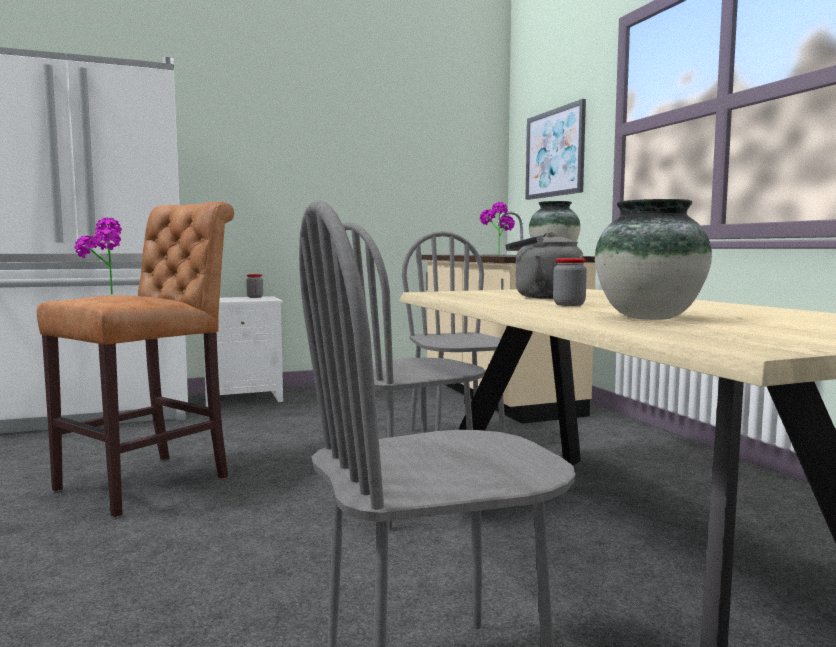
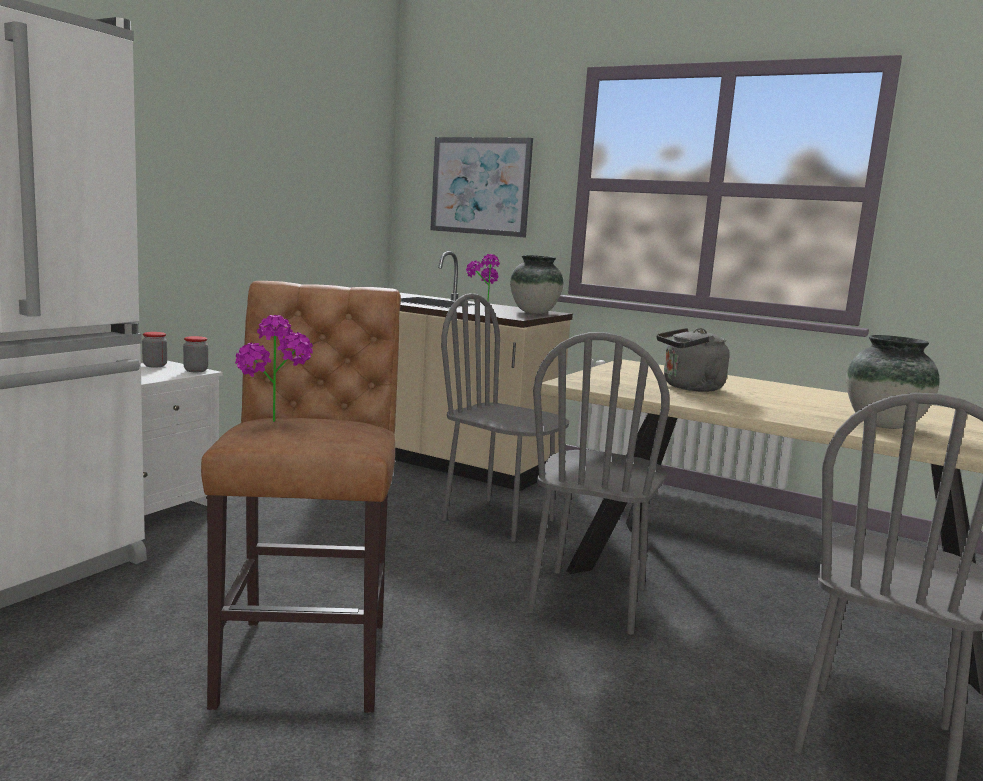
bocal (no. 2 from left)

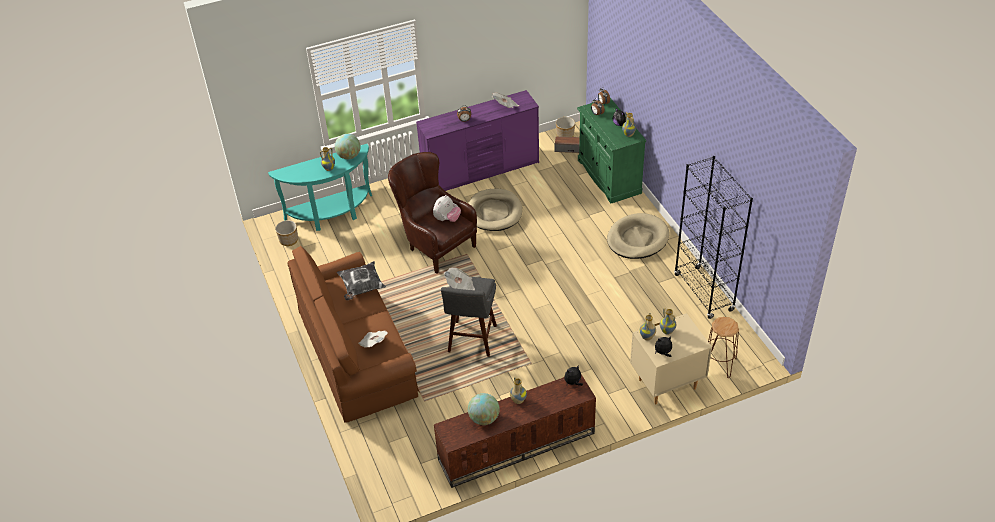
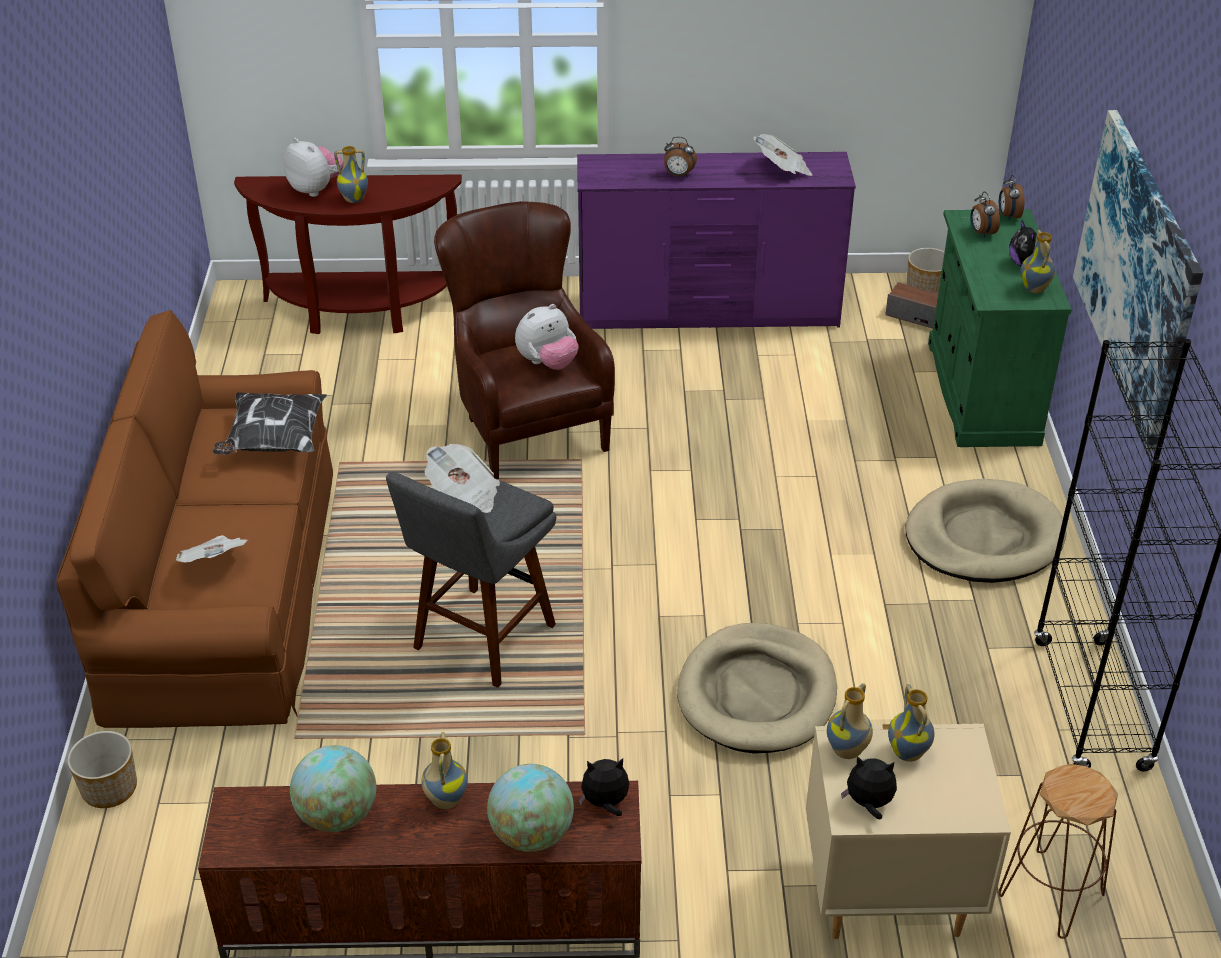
globe (no. 2 from left)
table console (marron)
panier pour chien (beige) (no. 1 from left)
cache-pot (no. 1 from left)
tableau
peluche (no. 1 from left)

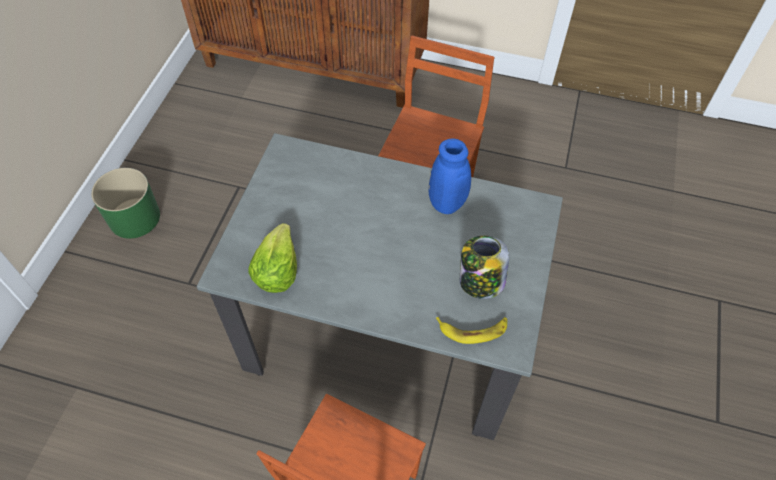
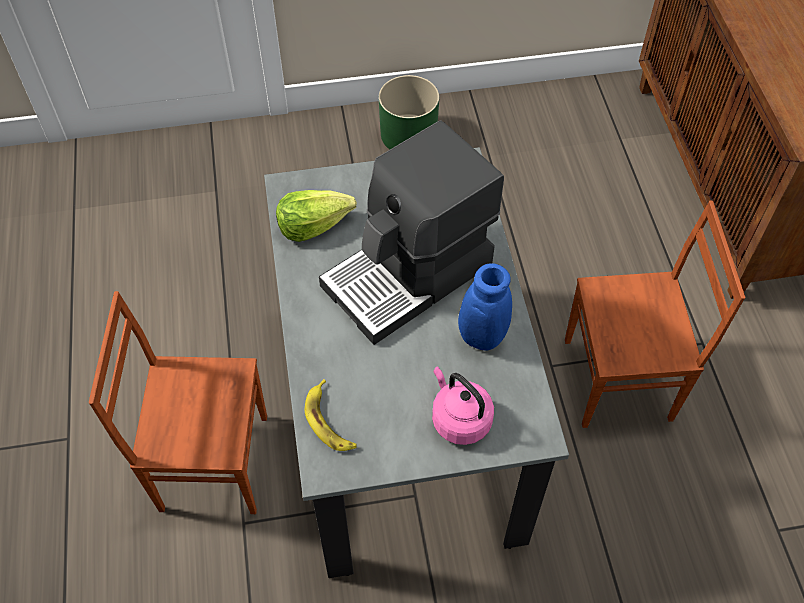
bocal
machine à café
bouilloire (rose)

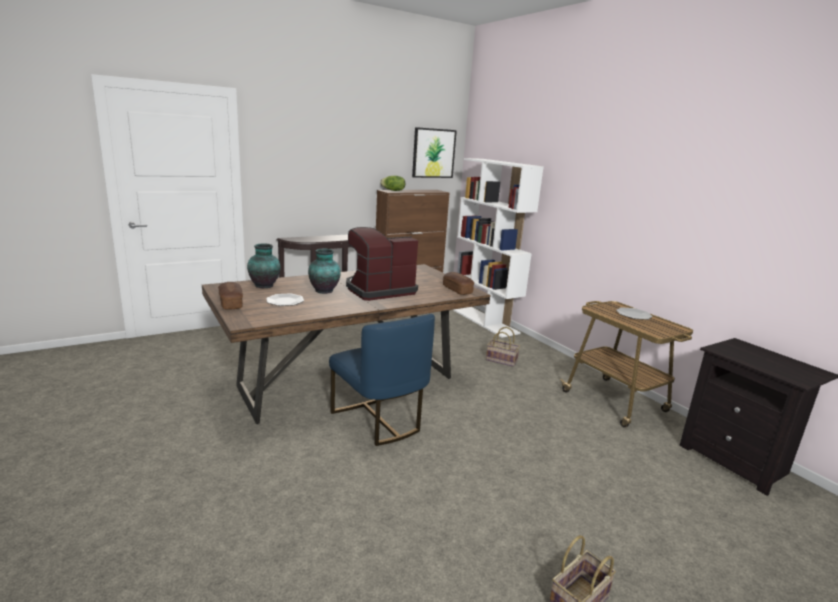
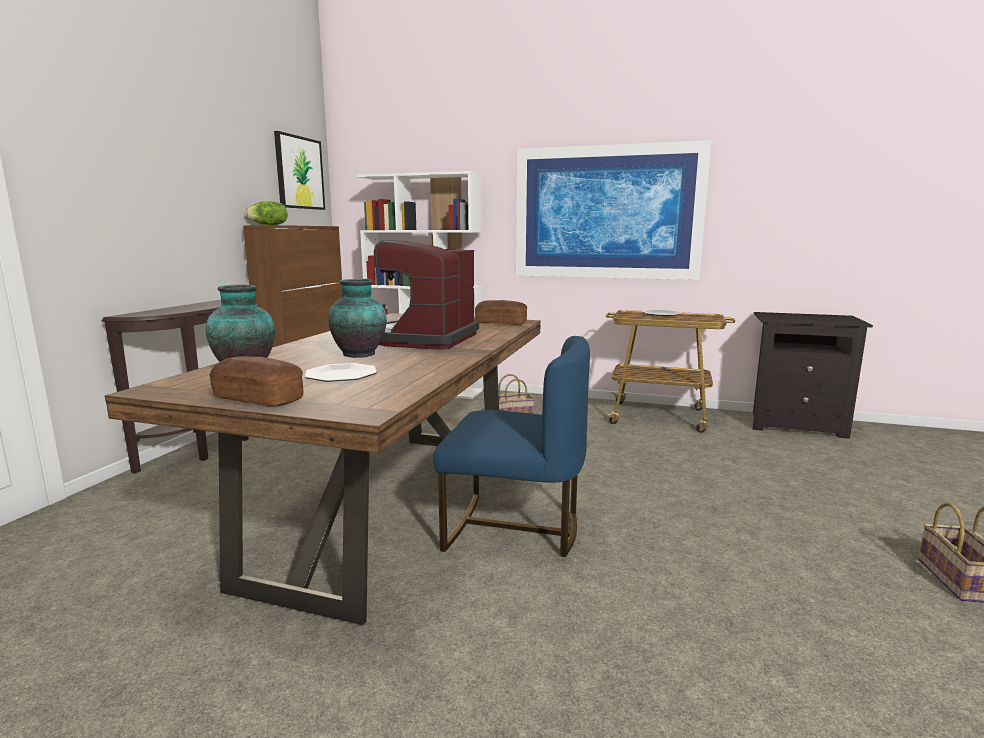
tableau (no. 2 from left)

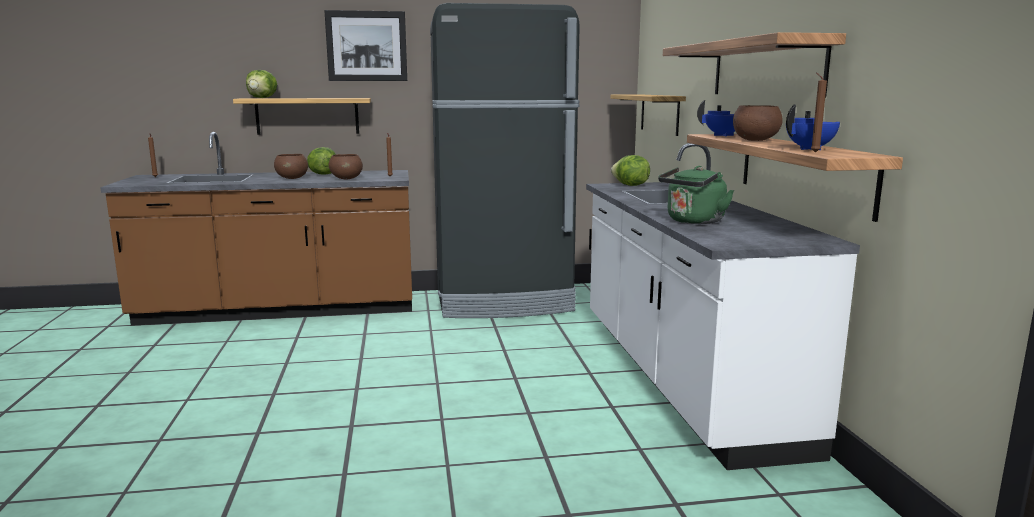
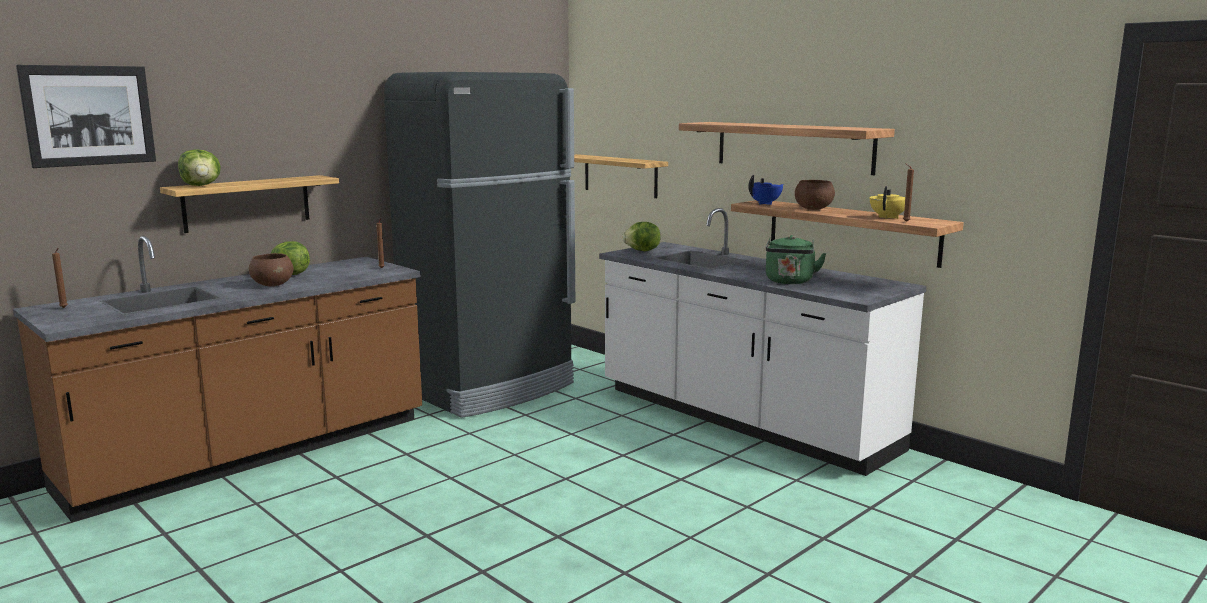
tableau
théière (jaune)
bol (marron) (no. 2 from left in the first image)

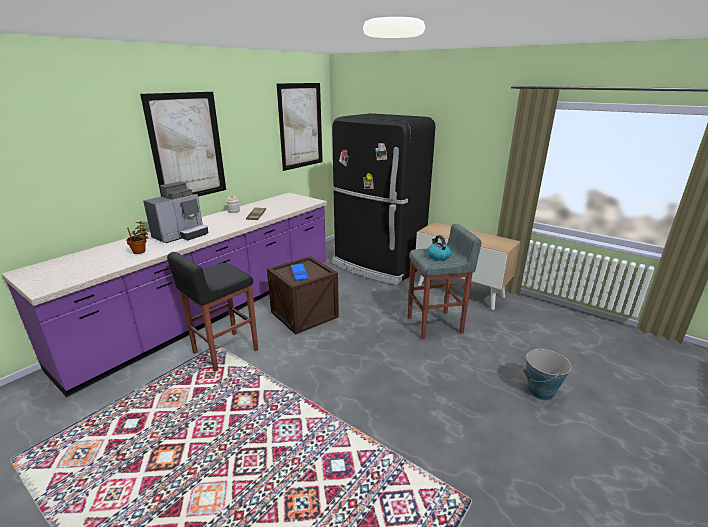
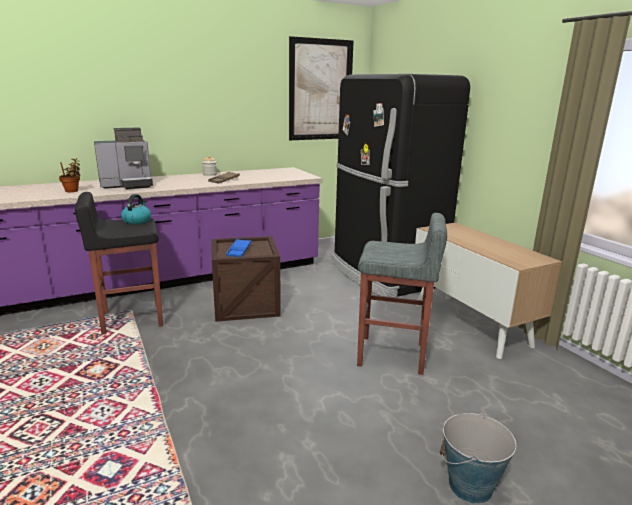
tableau (no. 1 from left in the first image)
bouilloire

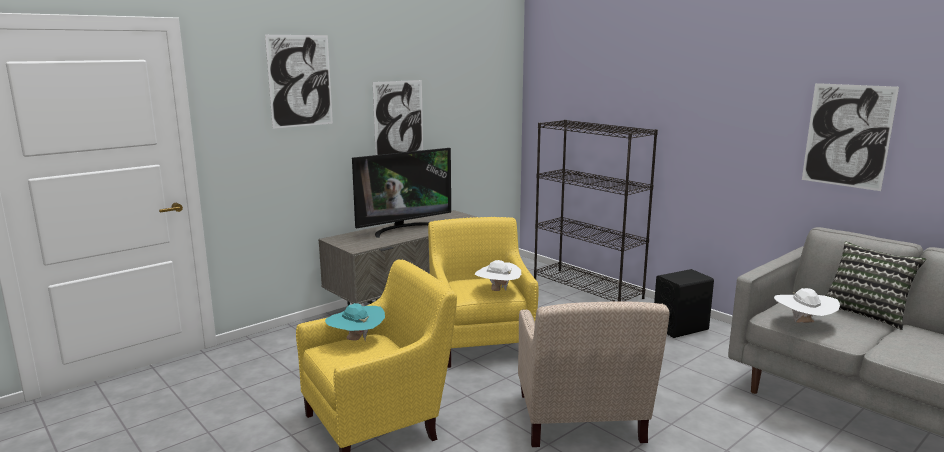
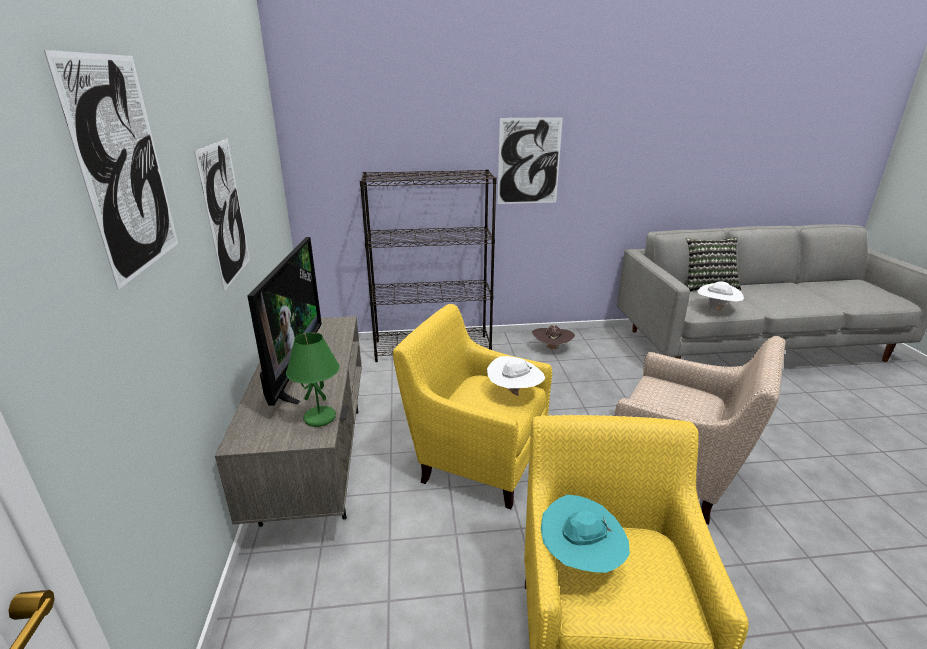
tableau (no. 3 from left)
chapeau (marron)
lampe de table (vert)

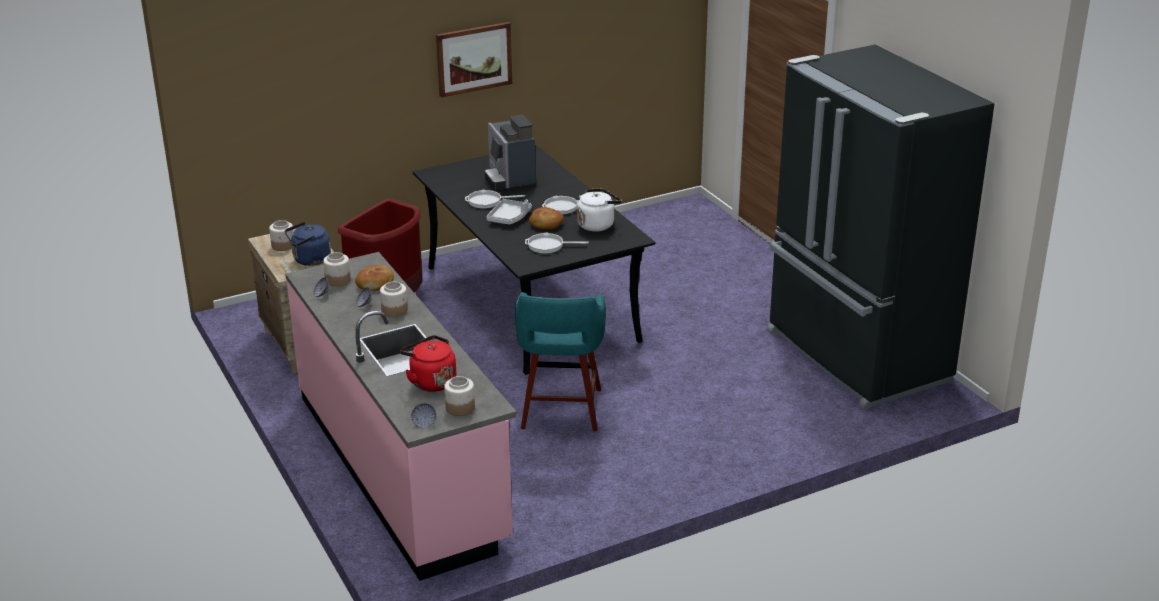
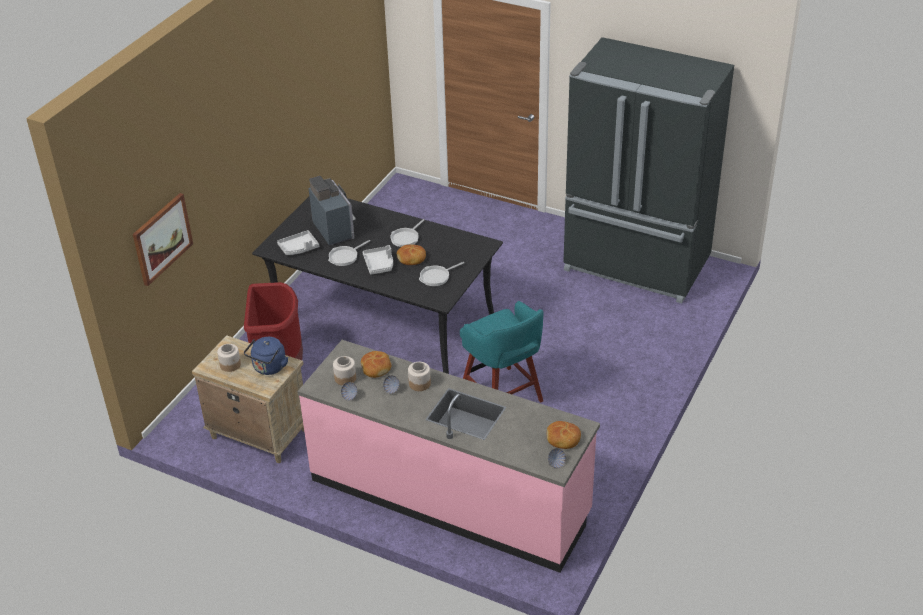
tableau
machine à café
bouilloire (blanc)
bouilloire (rouge)
pain (no. 3 from left)
plateau (gris) (no. 1 from left)

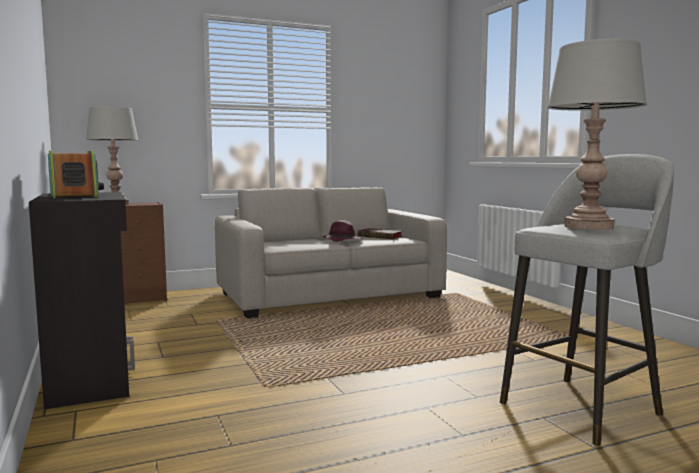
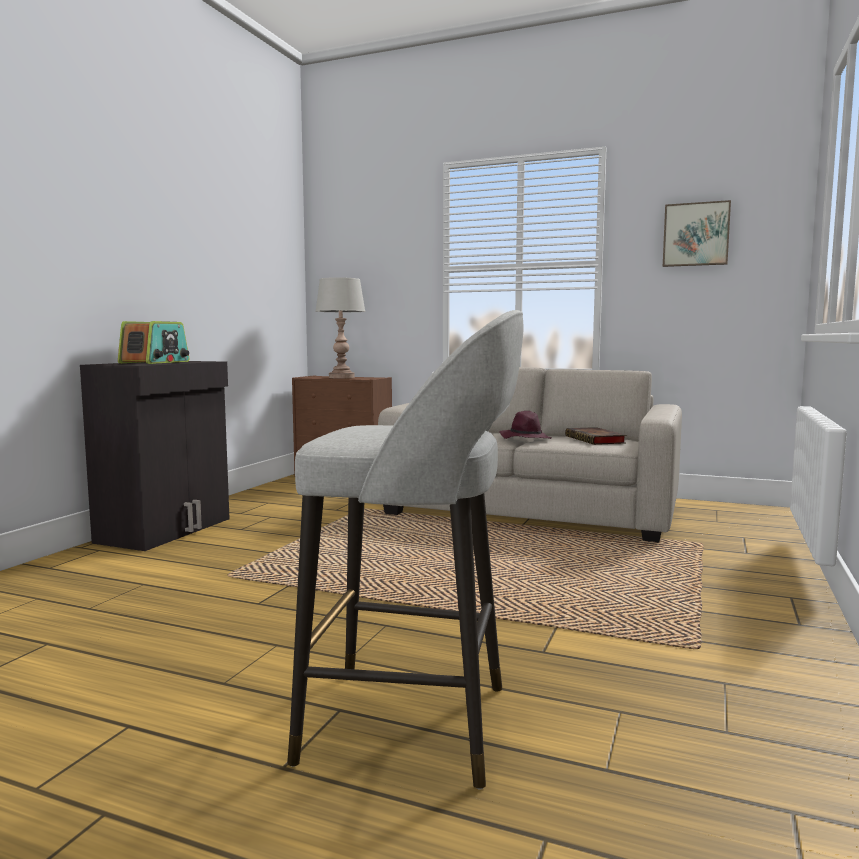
lampe de table (gris) (no. 2 from left in the first image)
tableau

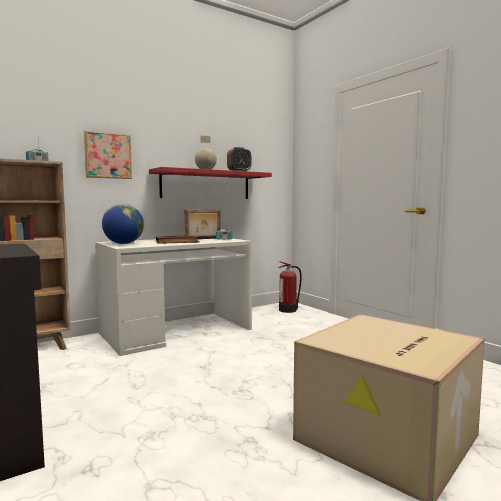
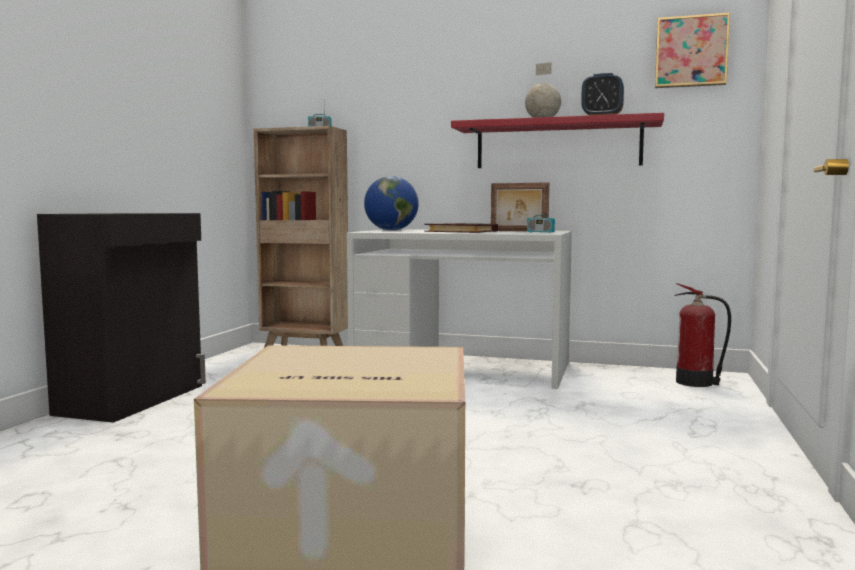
tableau

